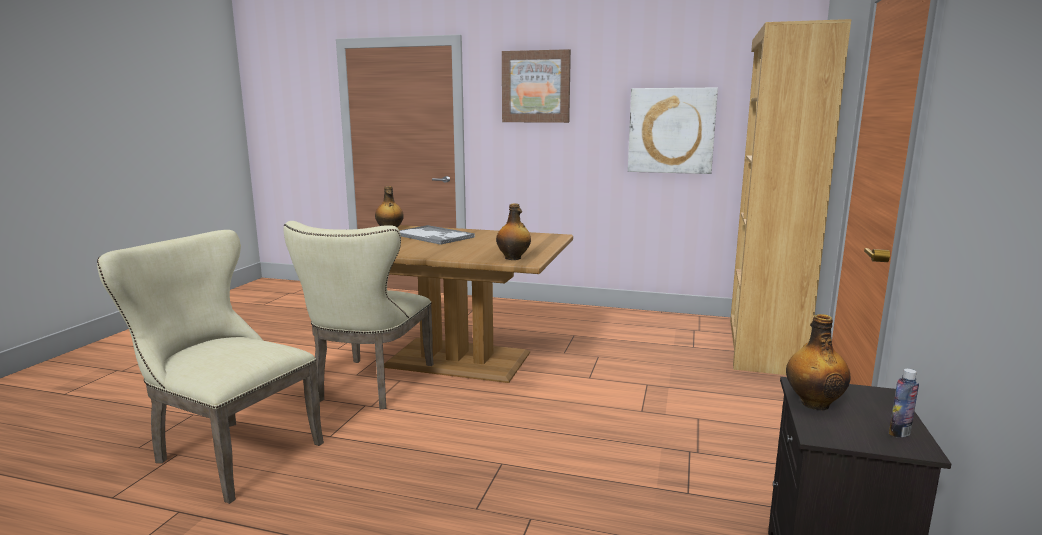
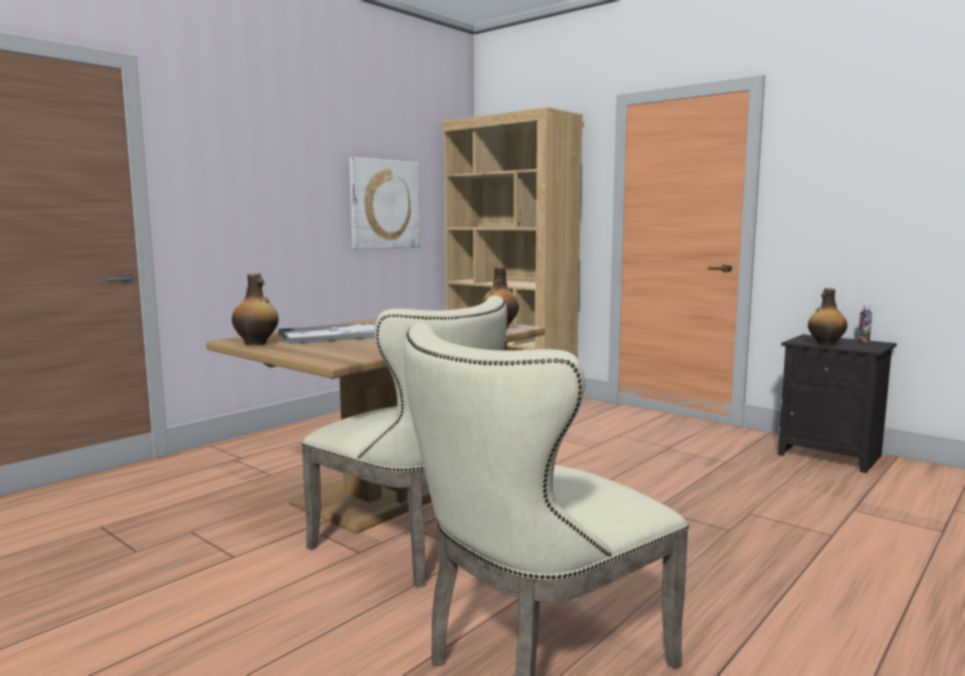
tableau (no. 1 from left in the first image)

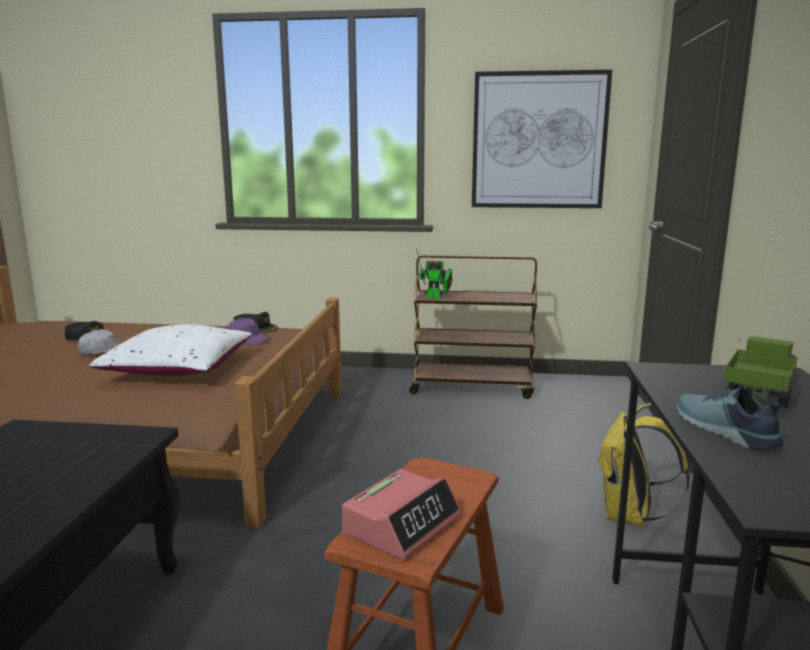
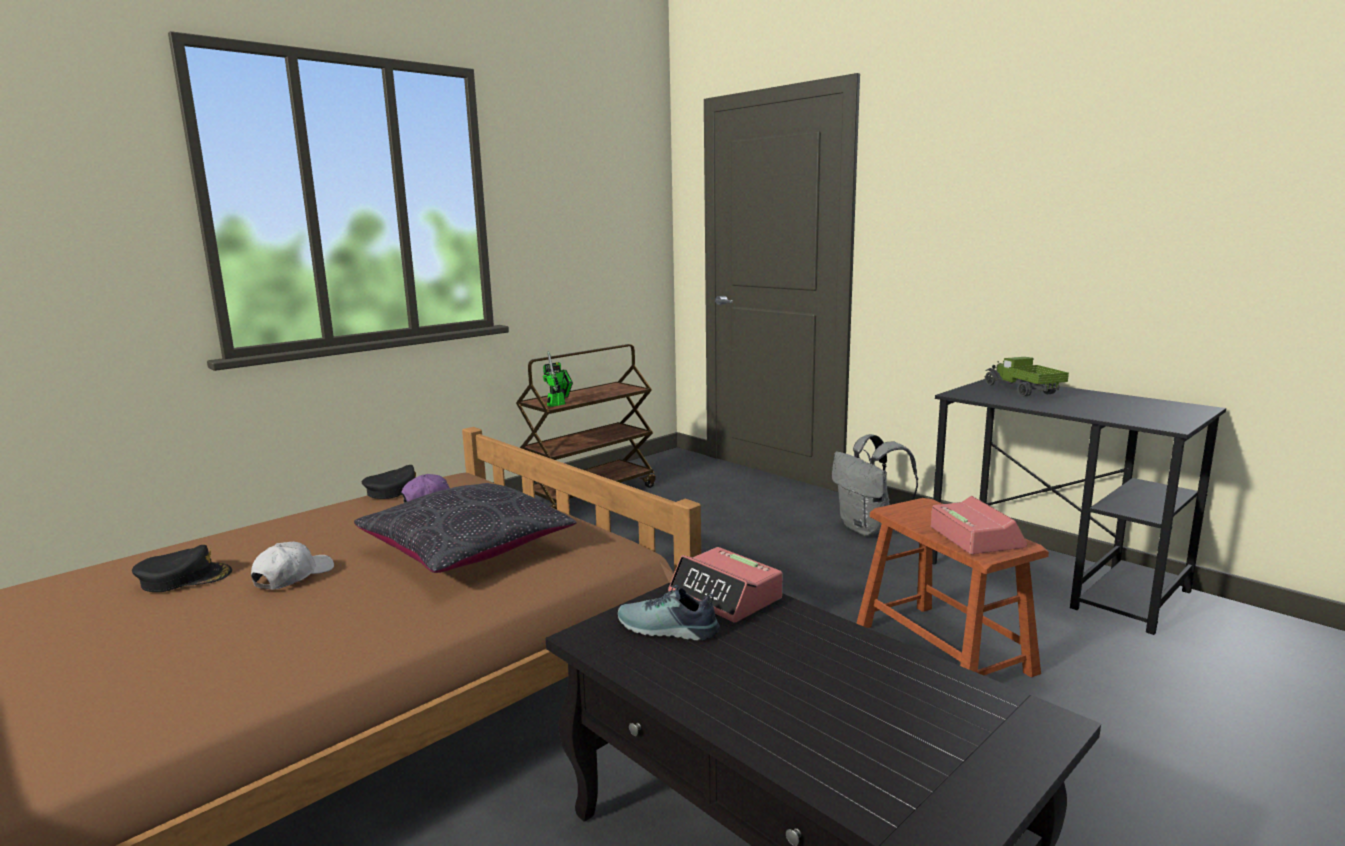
tableau
coussin (noir)
chaussure
sac à dos (gris)
réveil (no. 1 from left)

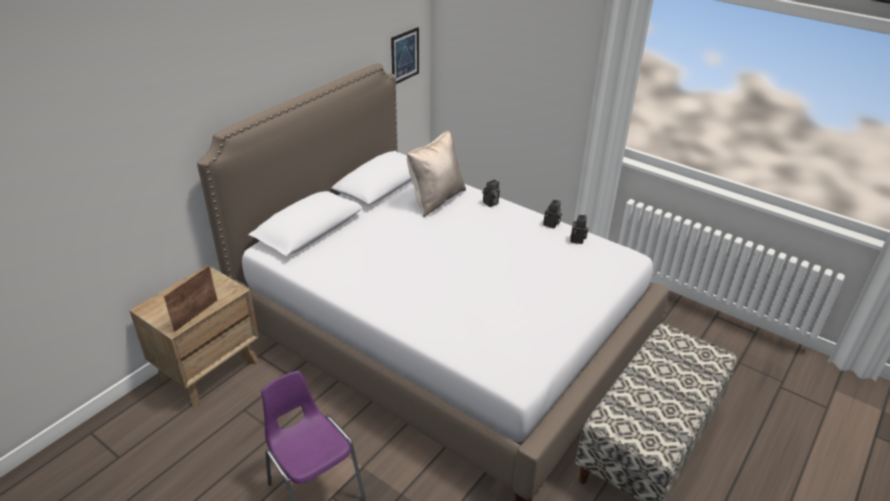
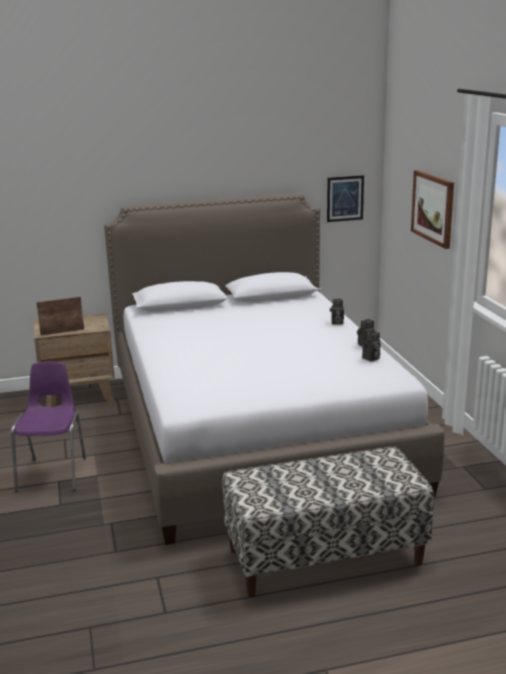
coussin (beige)
tableau (no. 2 from left)

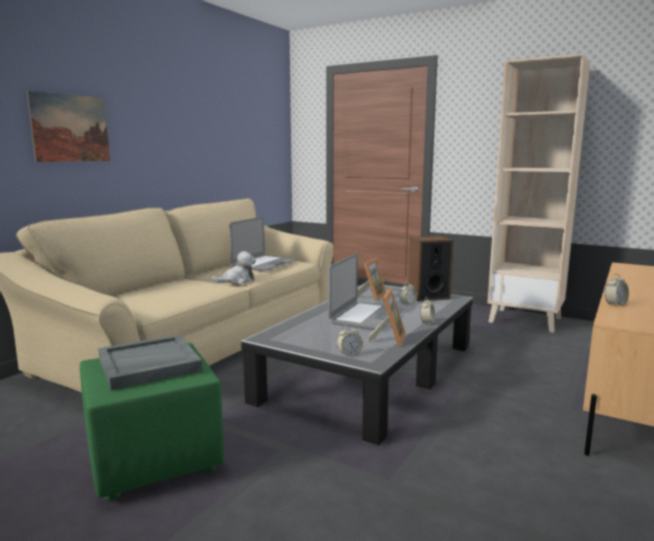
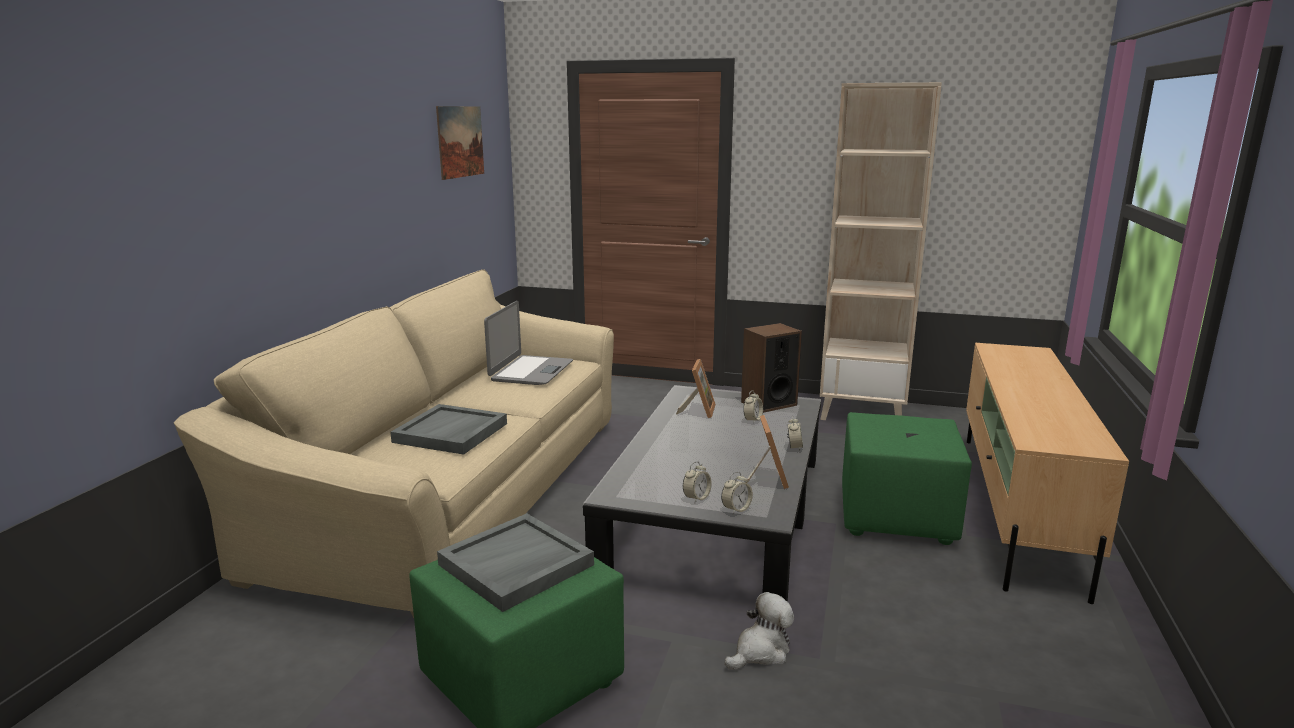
tableau
peluche
ordinateur portable (no. 2 from left in the first image)
réveil (no. 1 from left)
plateau (gris) (no. 1 from left)
pouf (vert) (no. 2 from left)

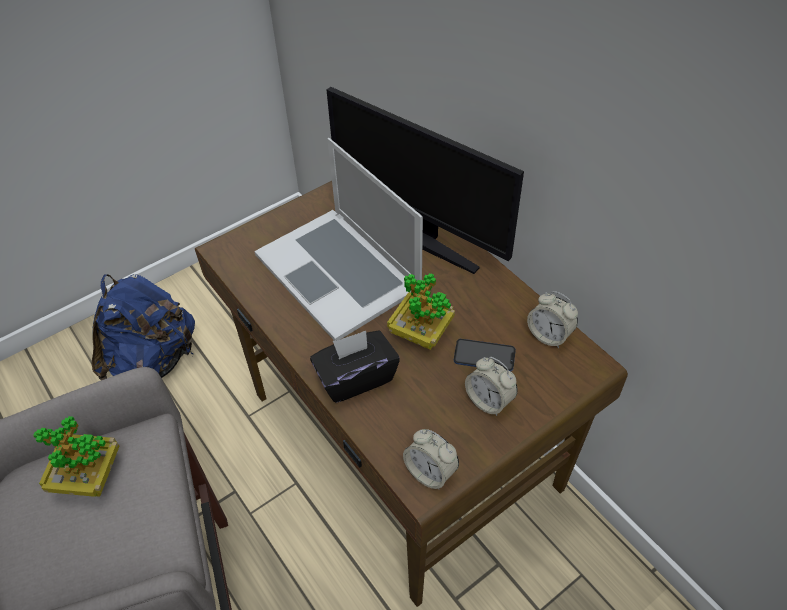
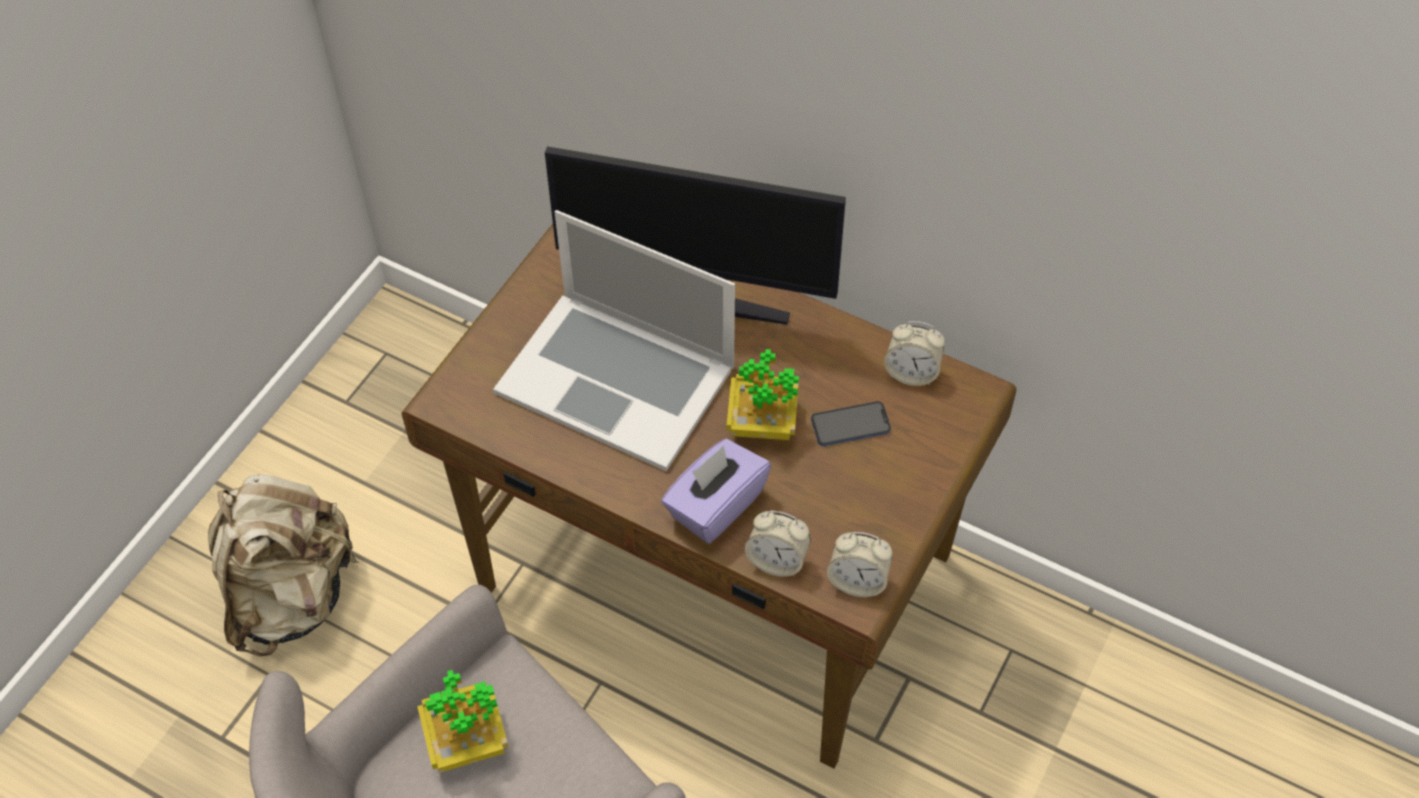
sac à dos (beige)
boîte à mouchoirs (violet)
réveil (no. 1 from left)

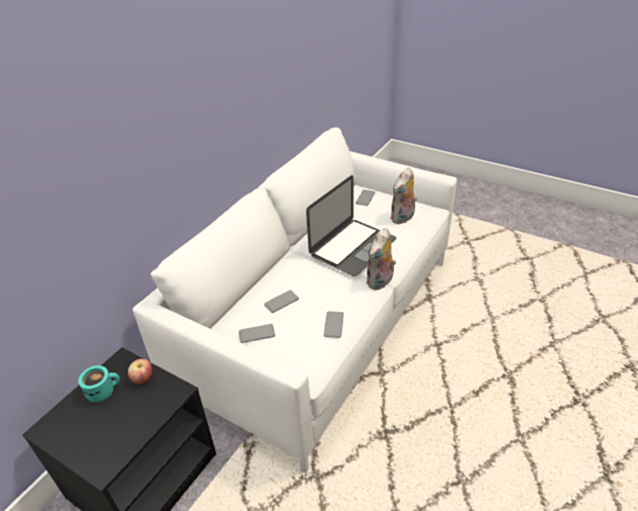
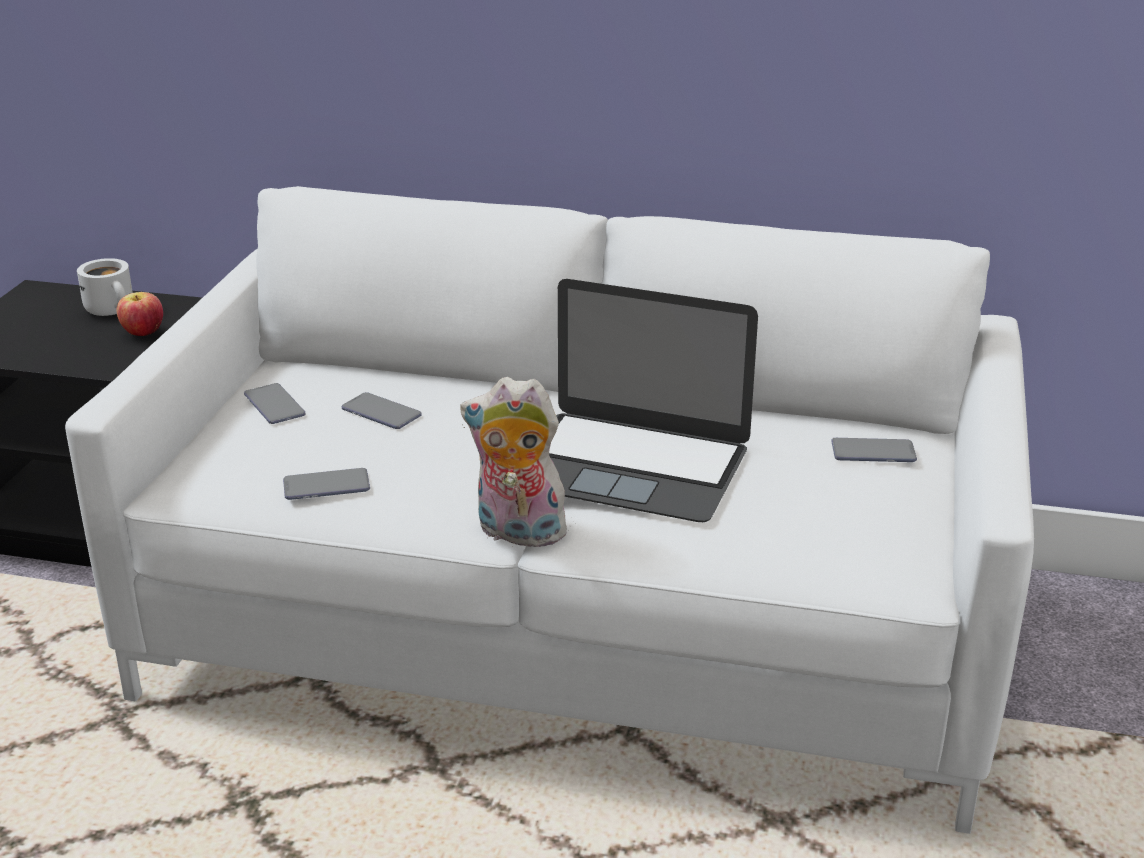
peluche (no. 2 from left in the first image)
mug (blanc)

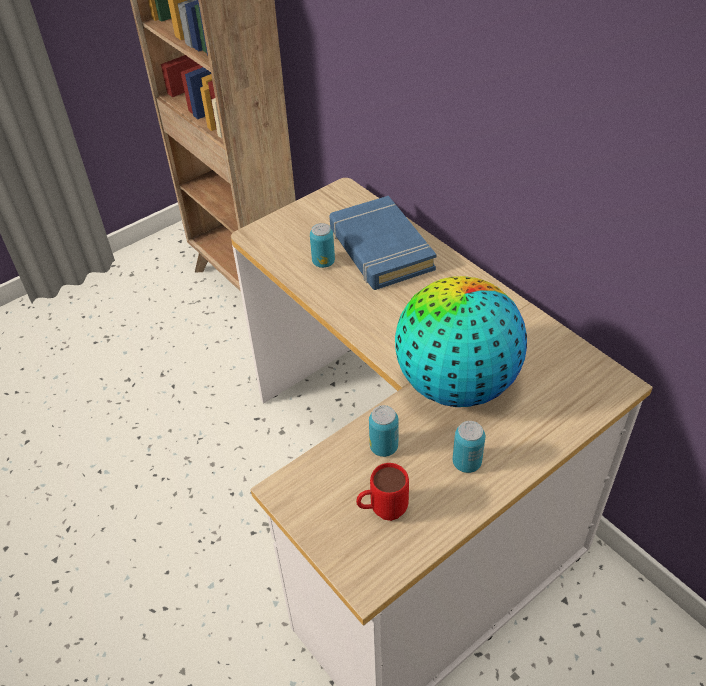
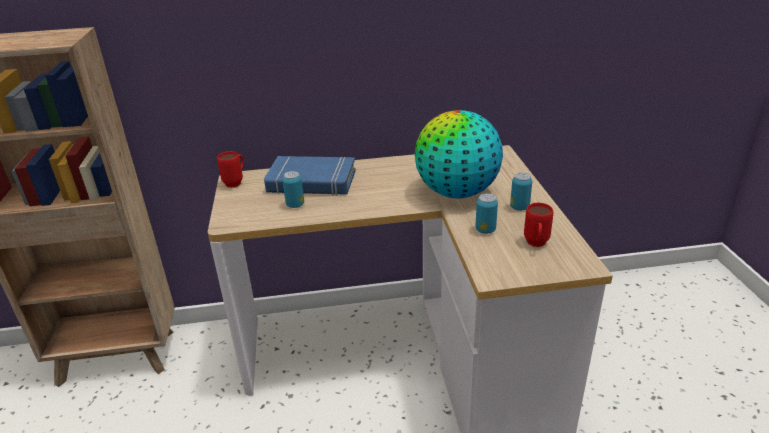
mug (rouge) (no. 1 from left)

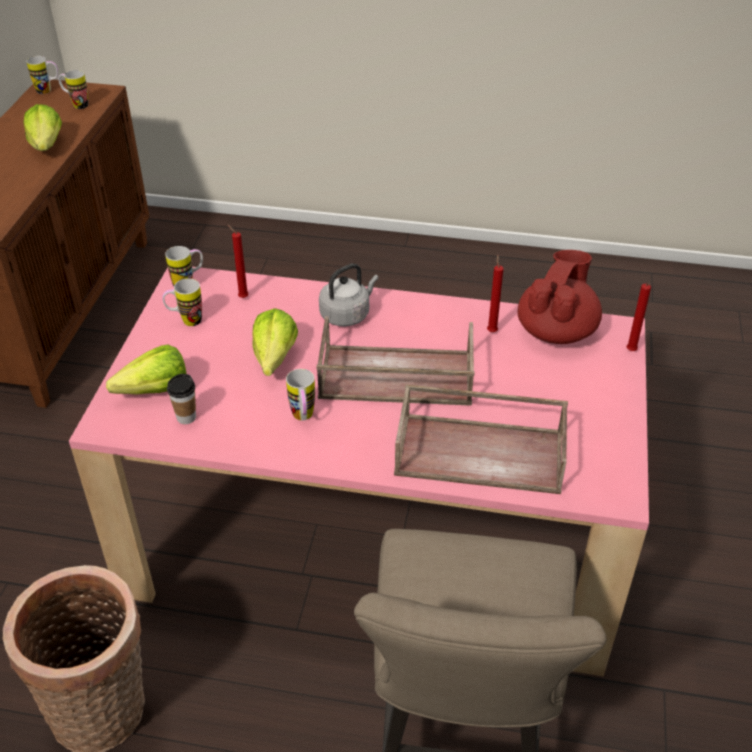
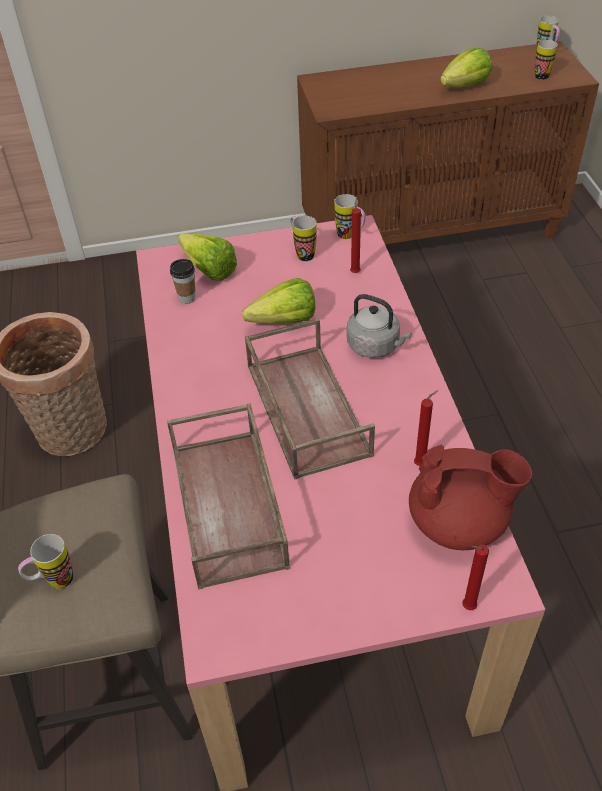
mug (no. 1 from left)

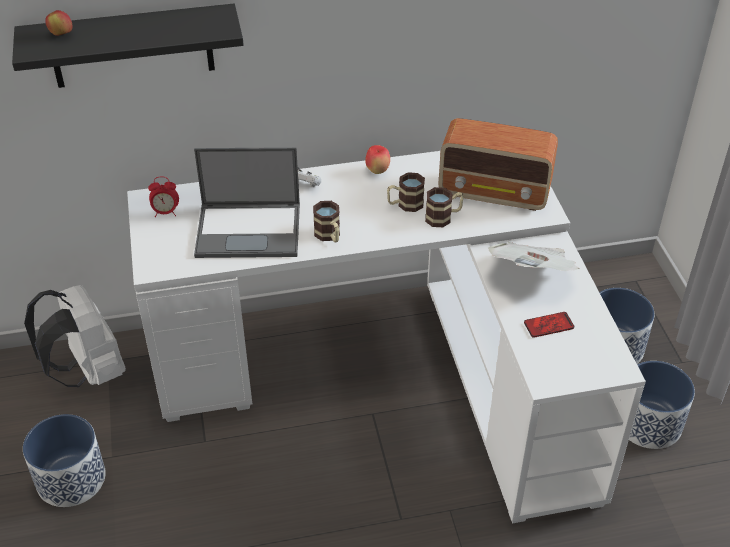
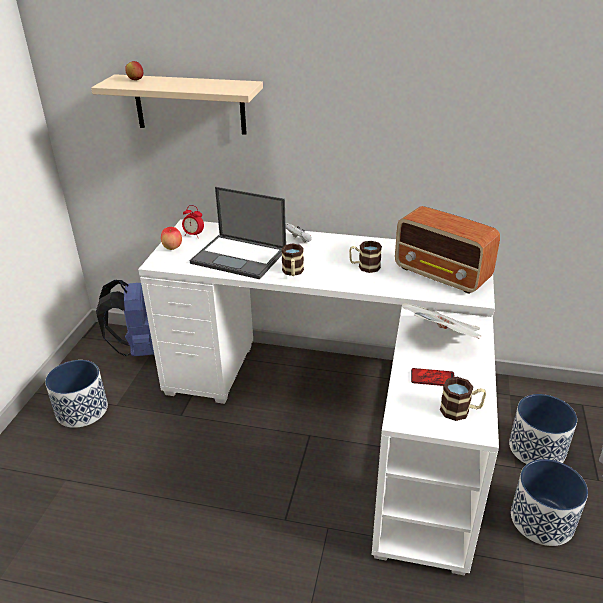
étagère (beige)
pomme (no. 2 from left)
mug (no. 3 from left)
sac à dos (bleu)

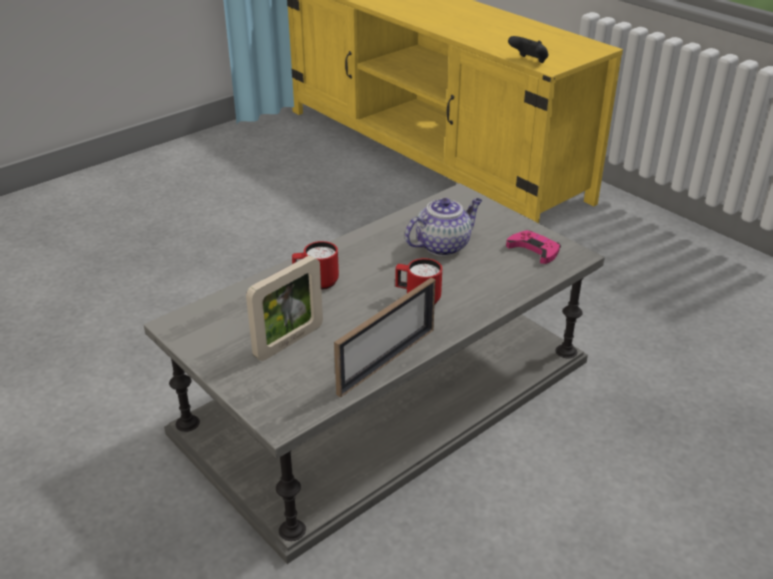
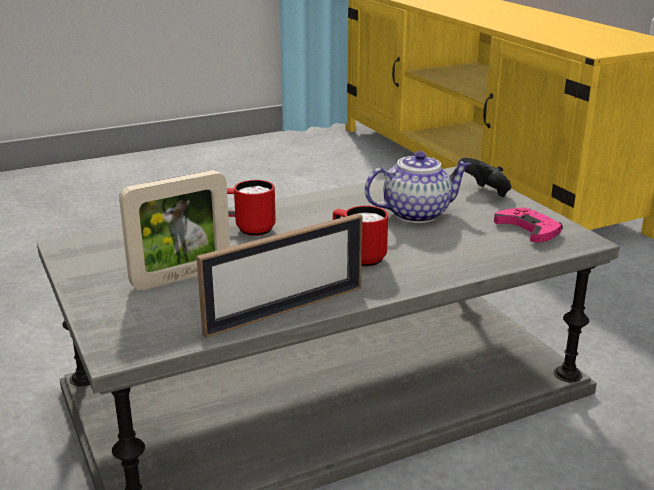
manette (noir)

